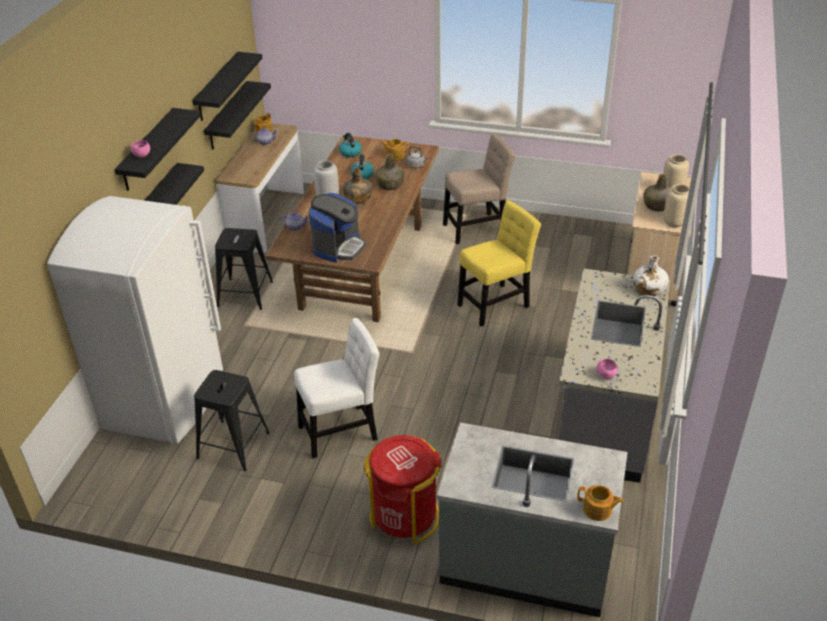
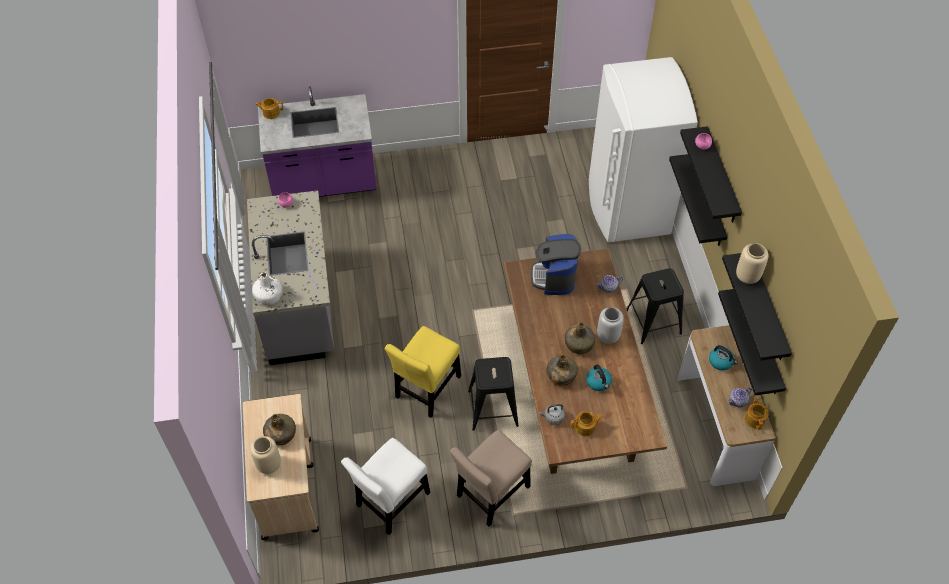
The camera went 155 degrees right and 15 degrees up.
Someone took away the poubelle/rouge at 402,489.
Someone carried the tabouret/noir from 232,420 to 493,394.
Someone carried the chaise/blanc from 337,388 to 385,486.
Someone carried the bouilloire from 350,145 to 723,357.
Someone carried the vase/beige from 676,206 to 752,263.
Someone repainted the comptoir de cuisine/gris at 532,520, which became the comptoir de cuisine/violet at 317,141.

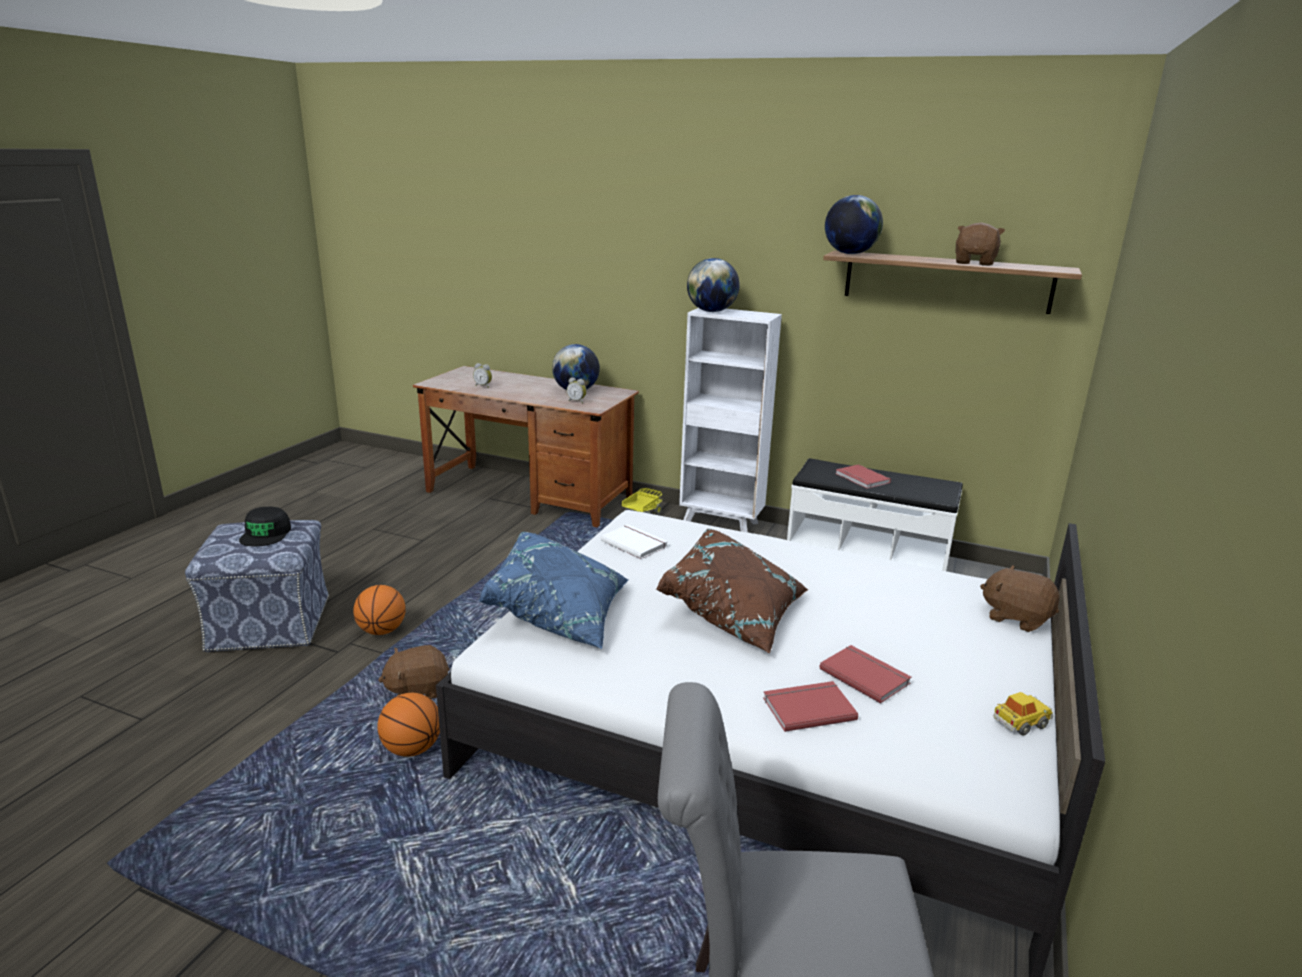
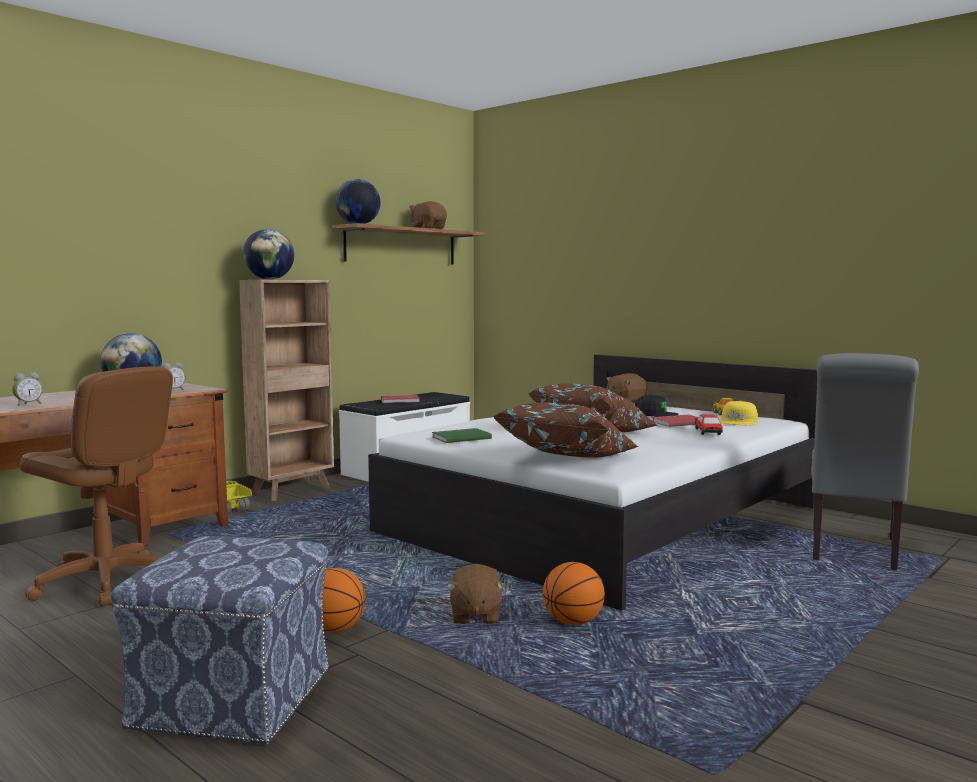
The camera went 70 degrees left and 15 degrees down.
Someone put down the chaise de bureau/marron at 96,486.
Someone put down the casquette/jaune at 739,413.
Someone carried the casquette/noir from 265,526 to 657,406.
Someone swapped the livre/rouge at 810,706 for the petite voiture at 709,424.
Someone repainted the coussin/bleu at 553,590, which became the coussin/marron at 566,430.
Someone repainted the livre/blanc at 634,542, which became the livre/vert at 462,435.
Someone repainted the bibliothèque/blanc at 730,420, which became the bibliothèque/marron at 286,390.

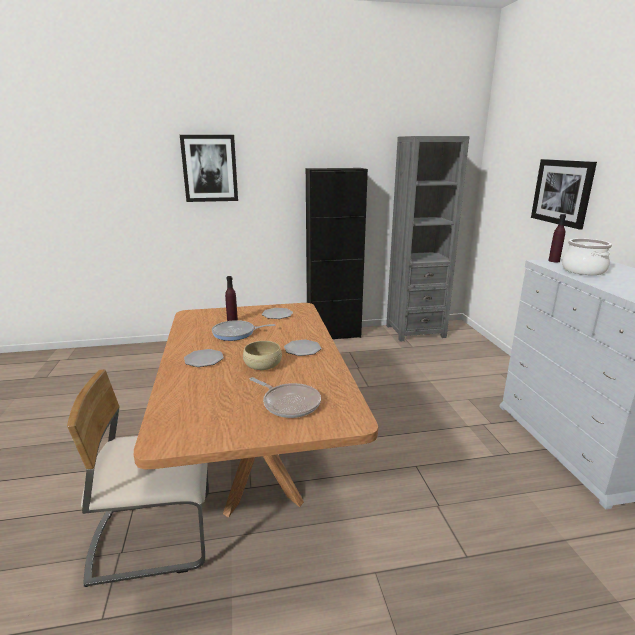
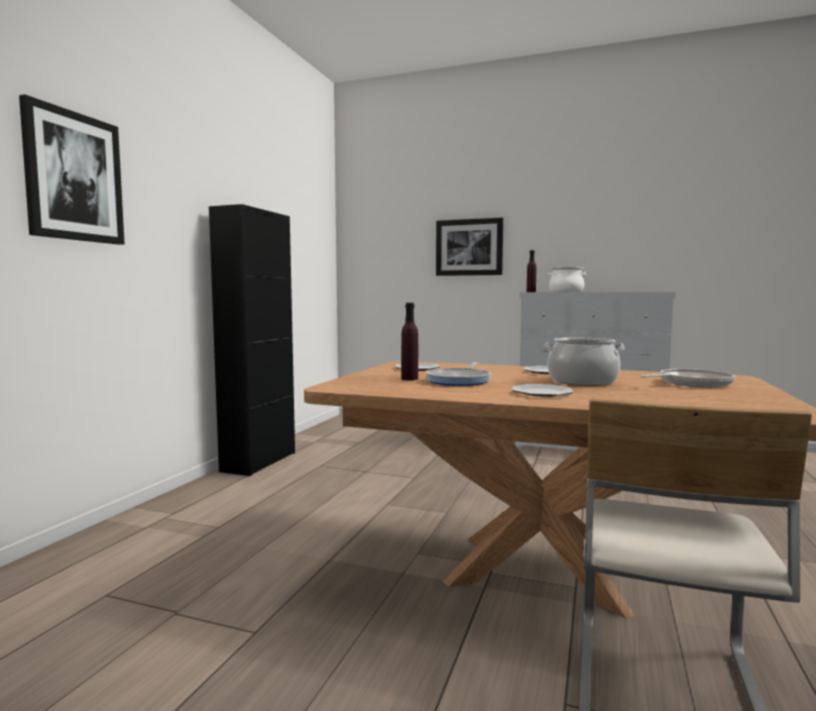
The camera went 60 degrees left and 15 degrees down.
Someone took away the bibliothèque/gris at 428,238.
Someone swapped the bol/beige at 262,355 for the marmite at 584,362.

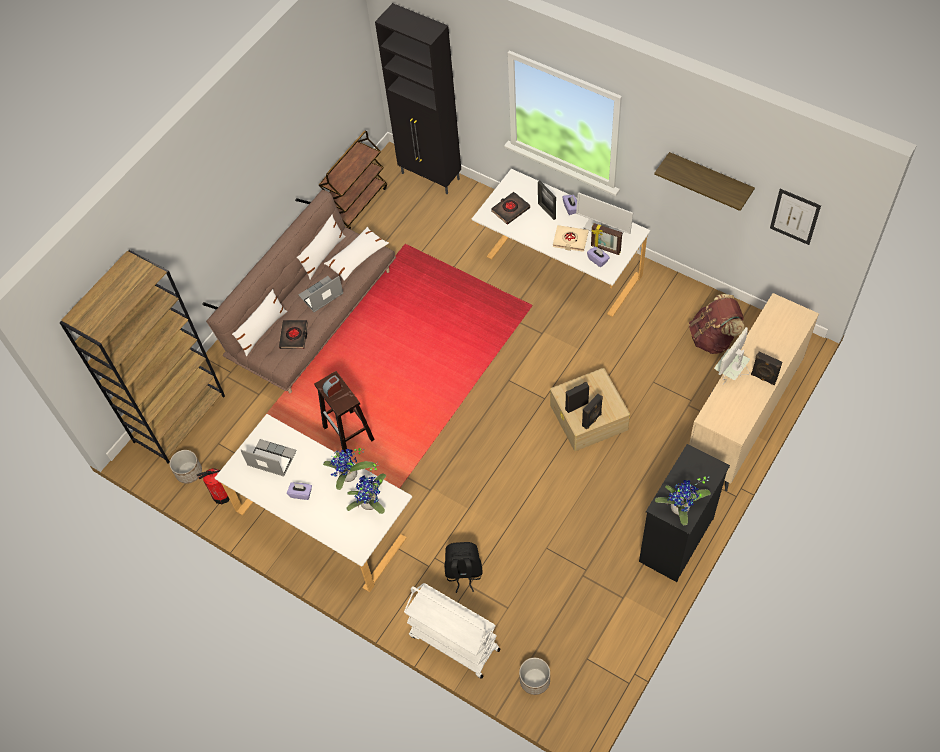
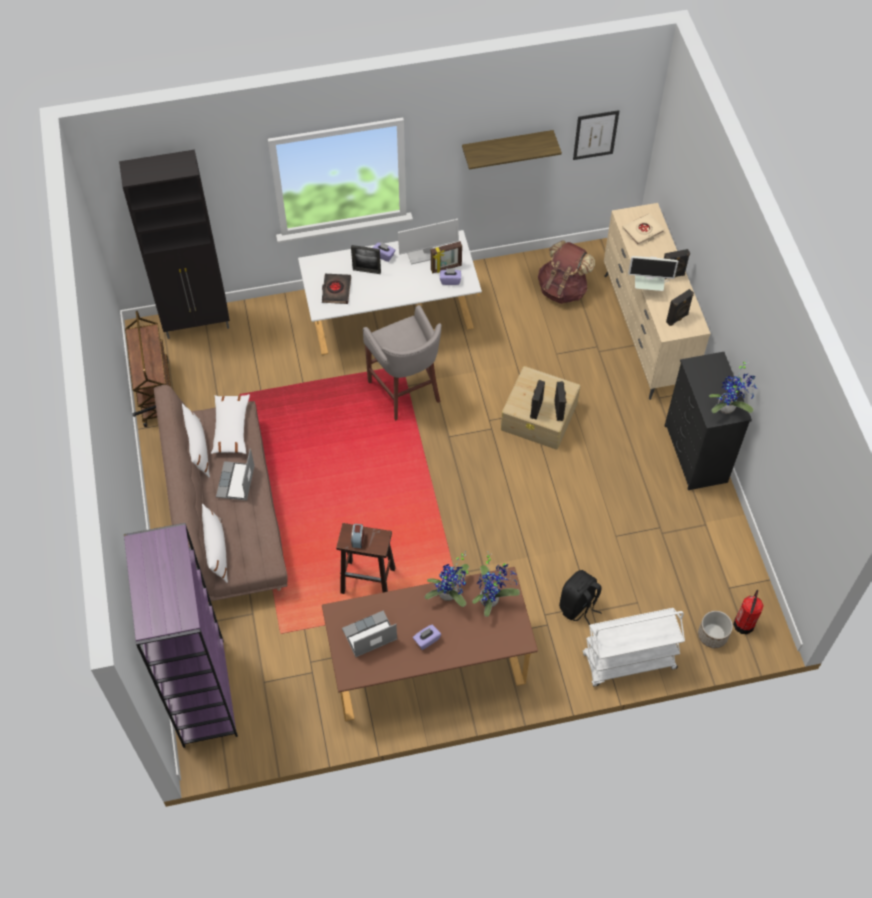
The camera went 50 degrees left and 0 degrees up.
Someone took away the cache-pot at 186,467.
Someone took away the livre/noir at 293,334.
Someone put down the tabouret/gris at 402,363.
Someone put down the enceinte/noir at 680,307.
Someone carried the extincteur from 213,486 to 748,612.
Someone carried the livre/beige from 571,238 to 643,229.
Someone repainted the bibliothèque/marron at 142,356, which became the bibliothèque/violet at 181,635.
Someone repainted the bureau/blanc at 313,503, which became the bureau/marron at 430,644.
Someone rotated the écran d'ordinateur at 732,355 by 75 degrees counterclockwise.

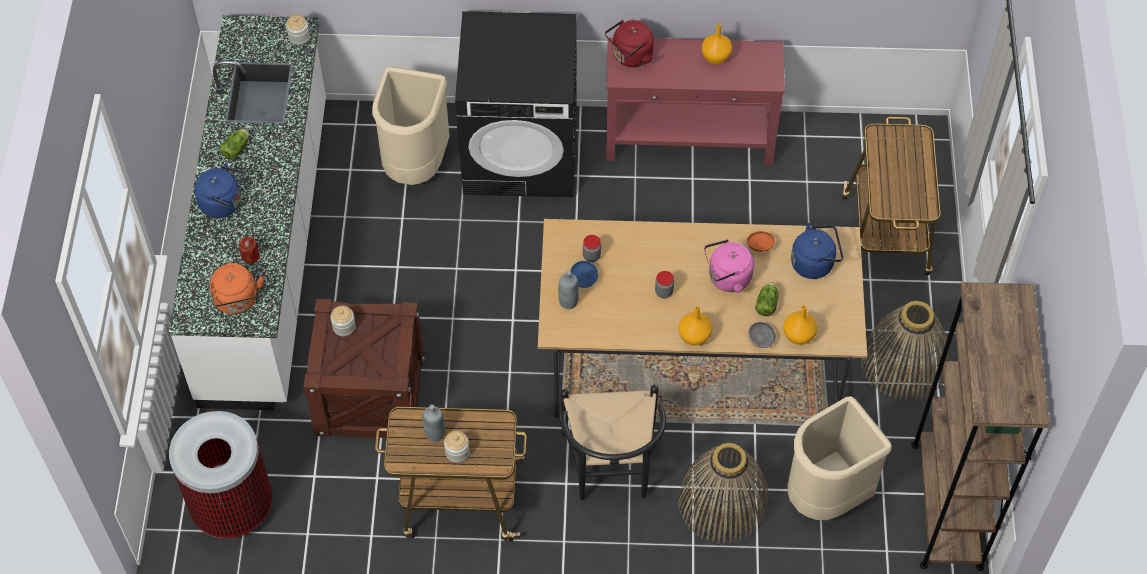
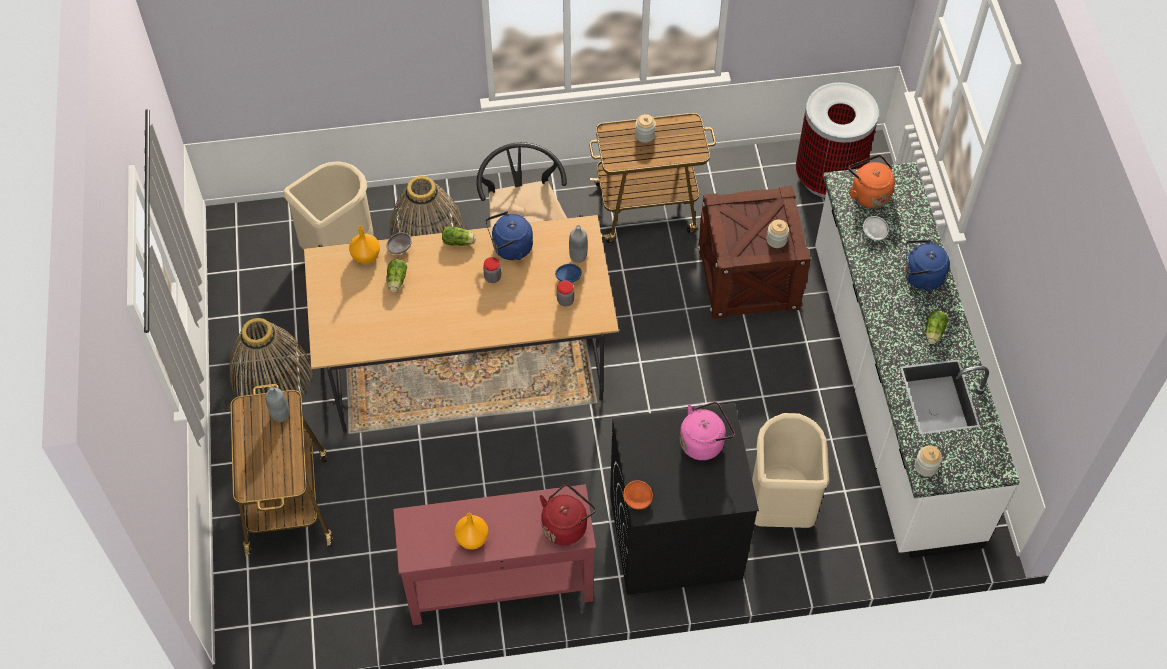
The camera went 170 degrees right and 0 degrees up.
Someone took away the bibliothèque/marron at 980,426.
Someone carried the bouteille/gris from 434,423 to 277,404.
Someone carried the bouilloire/rose from 729,266 to 707,431.
Someone carried the bol/orange from 761,241 to 638,494.
Someone carried the bouilloire/bleu from 817,251 to 509,235.
Someone swapped the bougie/rouge at 249,250 for the bol/blanc at 876,228.
Someone swapped the vase/orange at 695,326 for the laitue at 459,236.

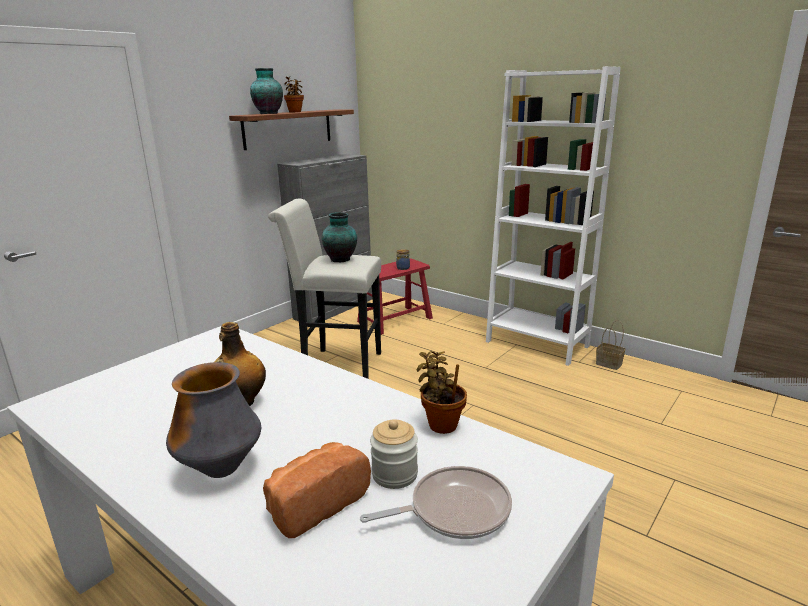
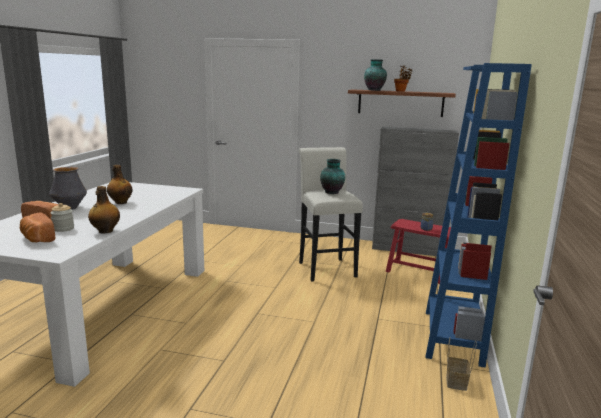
The camera went 65 degrees right and 5 degrees down.
Someone swapped the poêle at 436,502 for the pain at 37,227.
Someone swapped the plante en pot at 442,392 for the bouteille at 104,210.
Someone repainted the bibliothèque/blanc at 553,216, which became the bibliothèque/bleu at 478,215.

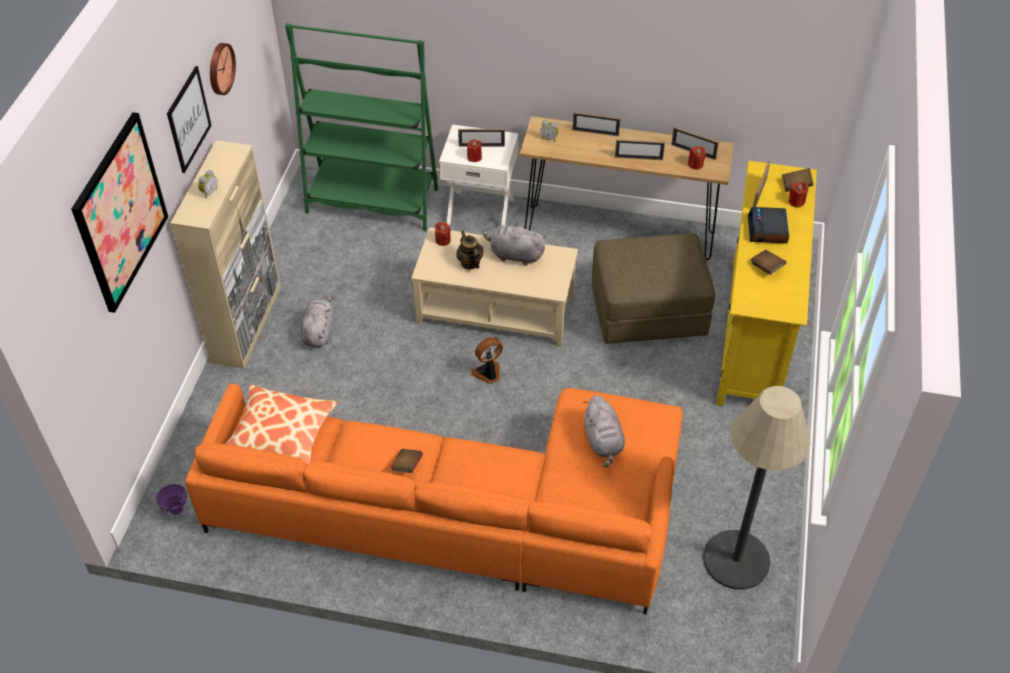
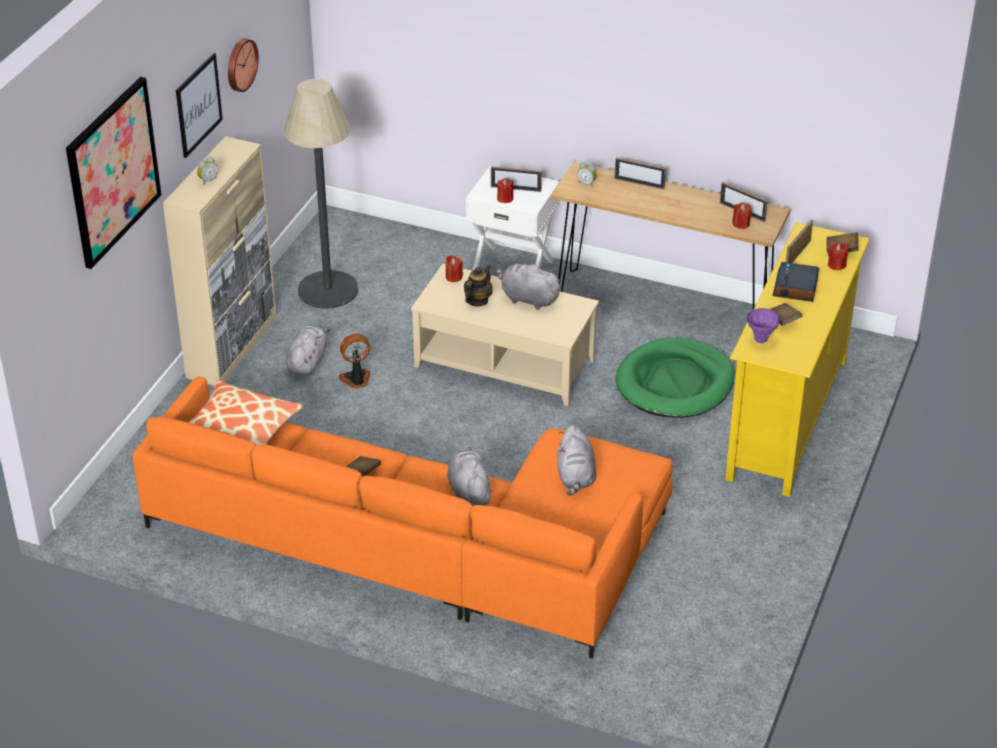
The camera went 10 degrees right and 10 degrees down.
Someone took away the bibliothèque/vert at 361,127.
Someone took away the cadre photo at 640,149.
Someone put down the peluche/gris at 469,476.
Someone carried the vase/violet from 172,499 to 763,325.
Someone carried the ventilateur from 487,360 to 354,361.
Someone carried the lampadaire from 756,488 to 321,194.
Someone swapped the pouf/marron at 653,288 for the panier pour chien/vert at 675,378.
Someone rotated the théière at 470,250 by 45 degrees clockwise.

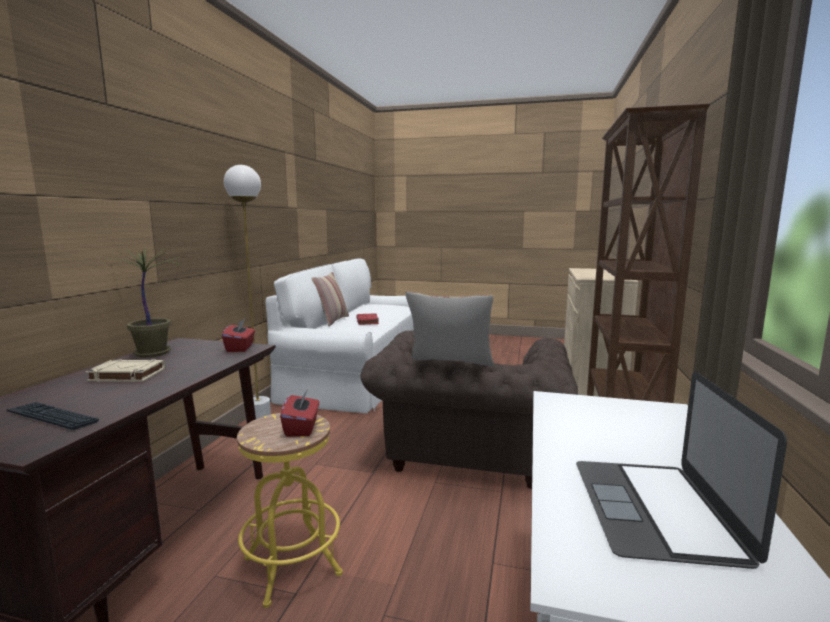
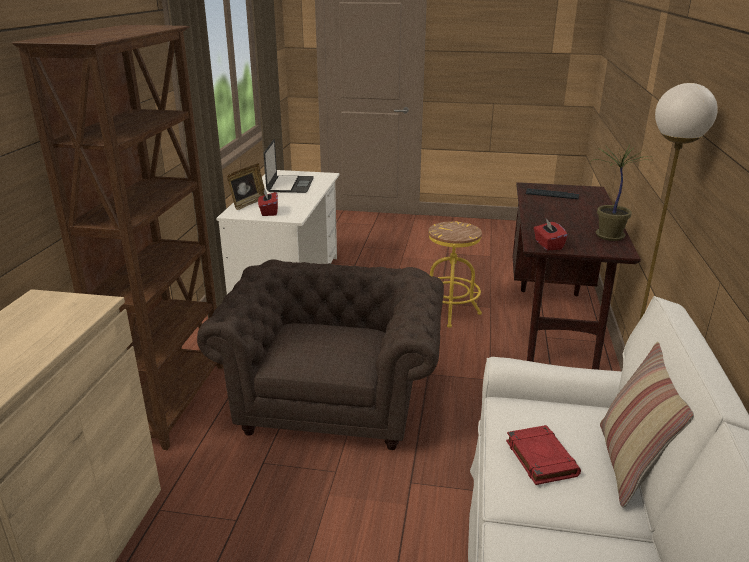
The camera went 175 degrees right and 15 degrees up.
Someone took away the livre/beige at 125,370.
Someone took away the coussin at 450,329.
Someone put down the cadre photo at 246,186.
Someone carried the boîte à mouchoirs/rouge from 299,413 to 268,202.

